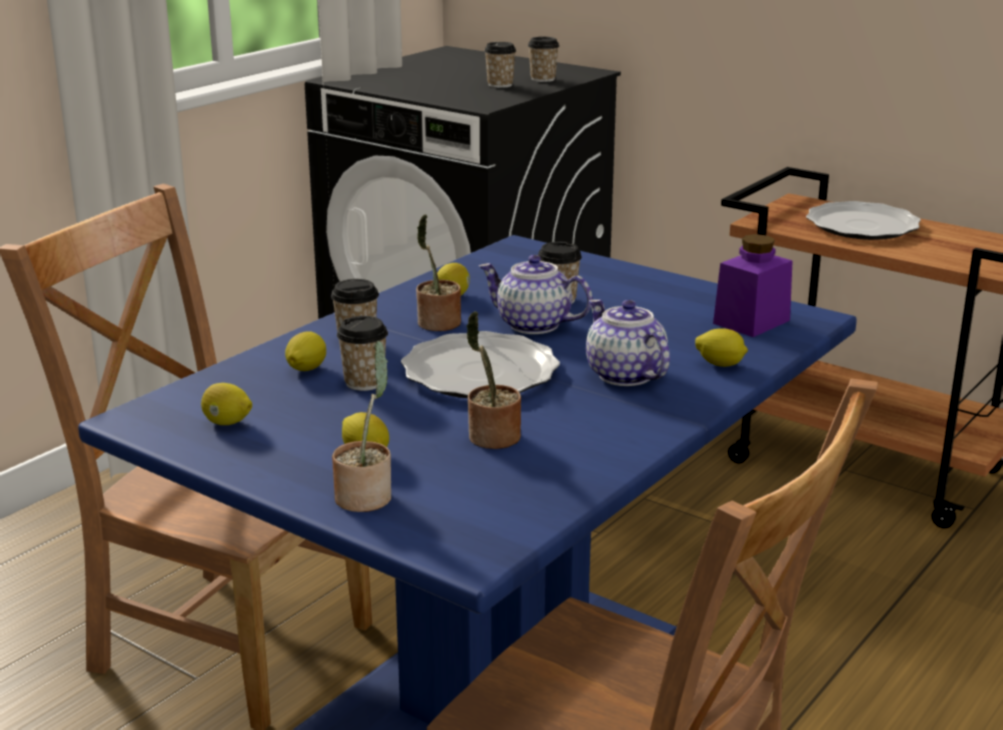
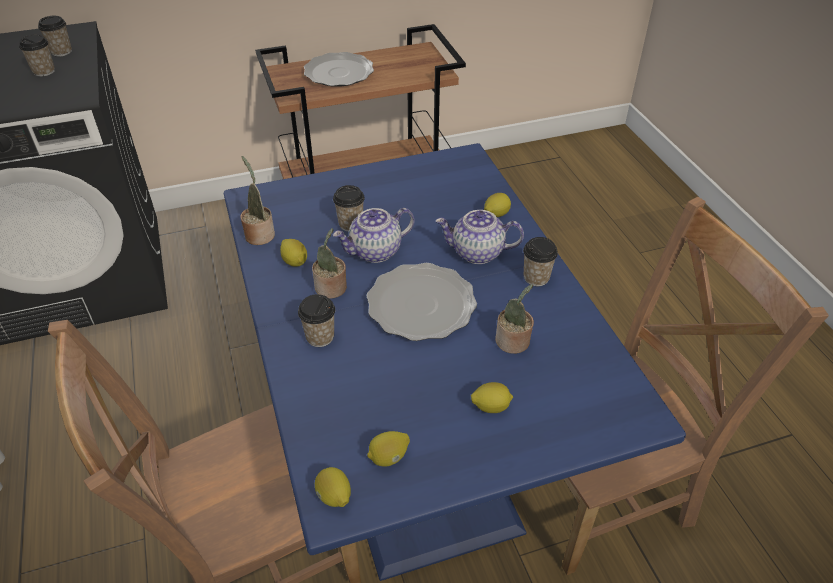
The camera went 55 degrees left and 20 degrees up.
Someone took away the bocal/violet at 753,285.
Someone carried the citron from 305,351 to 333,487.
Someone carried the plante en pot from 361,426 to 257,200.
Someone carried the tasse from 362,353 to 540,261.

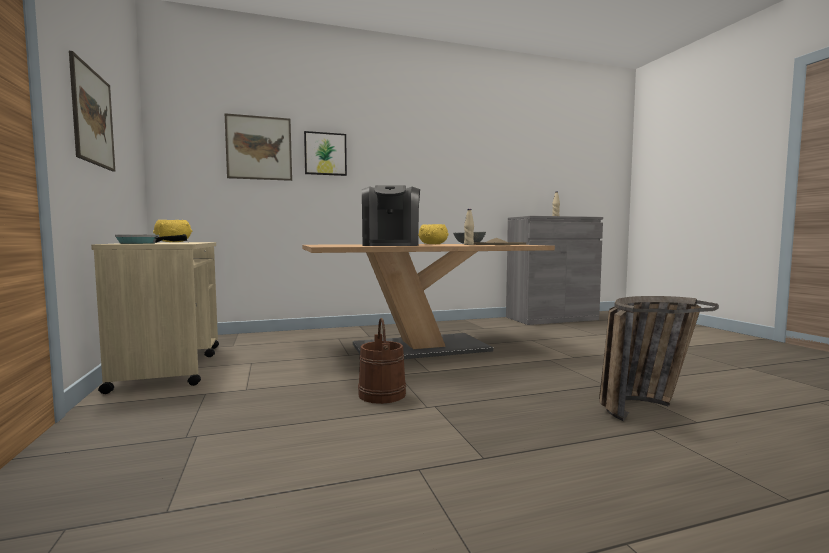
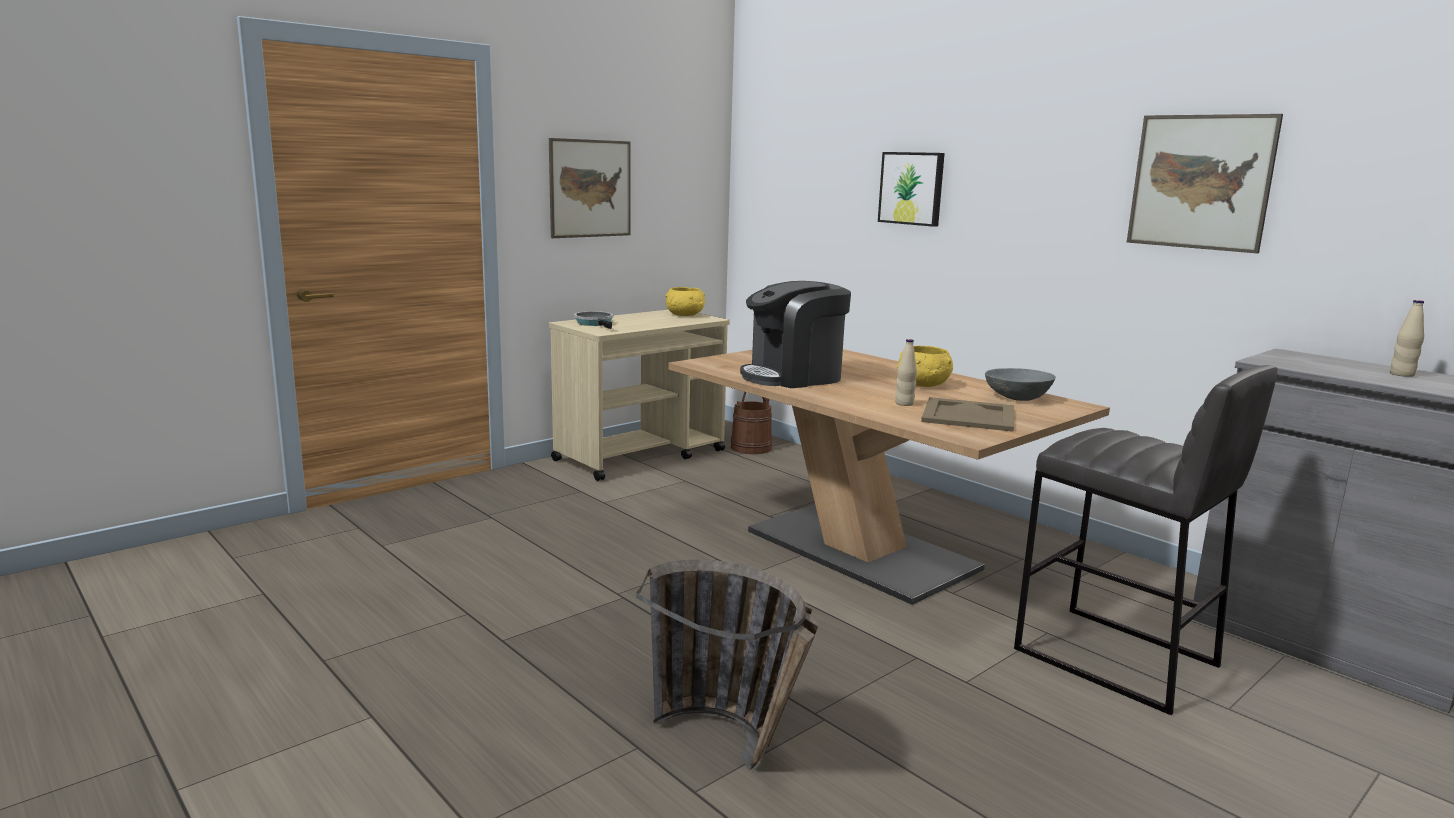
The camera went 65 degrees right and 10 degrees up.
Someone put down the tabouret/gris at 1145,540.
Someone carried the tableau from 258,147 to 1205,184.
Someone carried the seau/marron from 382,361 to 751,423.

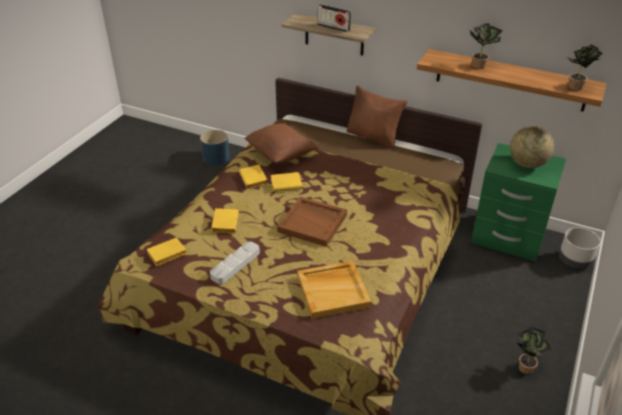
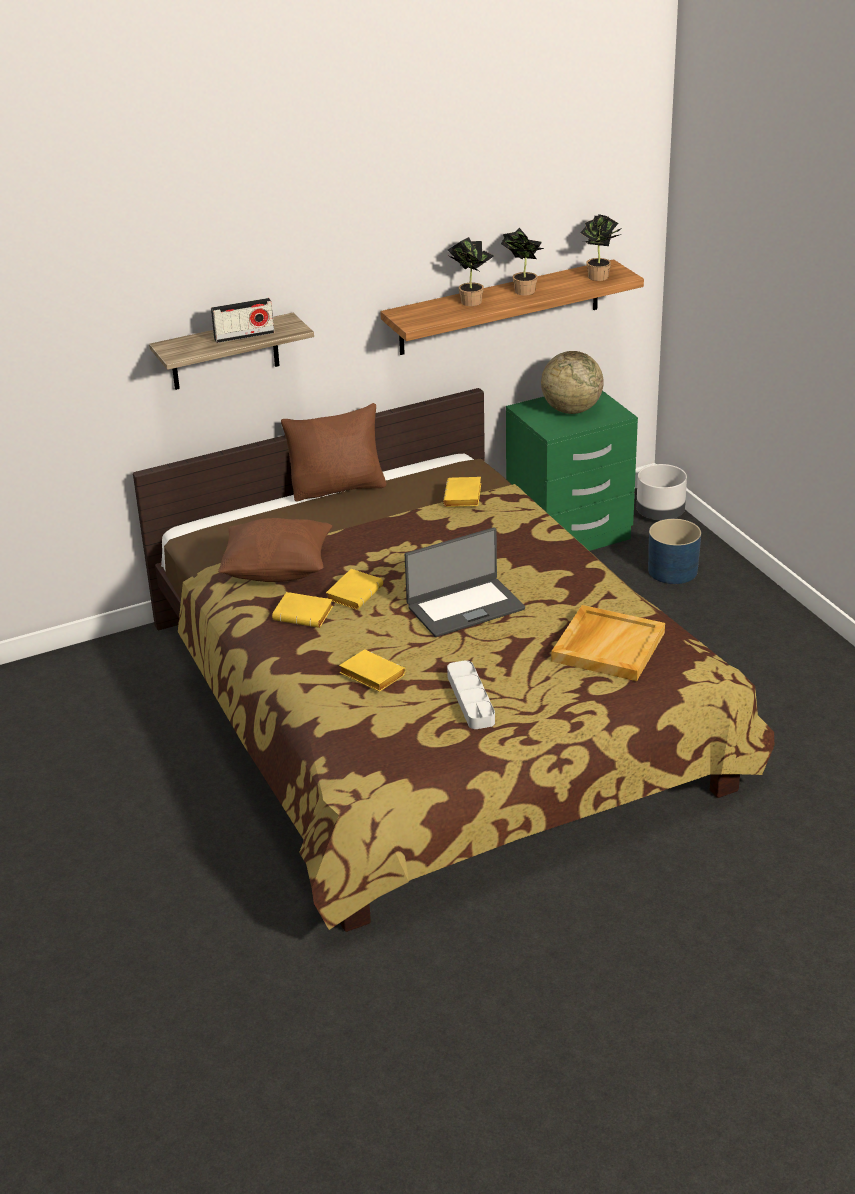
The camera went 50 degrees left and 5 degrees down.
Someone carried the livre/jaune from 166,252 to 462,492.
Someone carried the cache-pot/bleu from 214,147 to 674,551.
Someone carried the plante en pot from 534,350 to 522,261.
Someone swapped the plateau/marron at 312,222 for the ordinateur portable at 465,582.

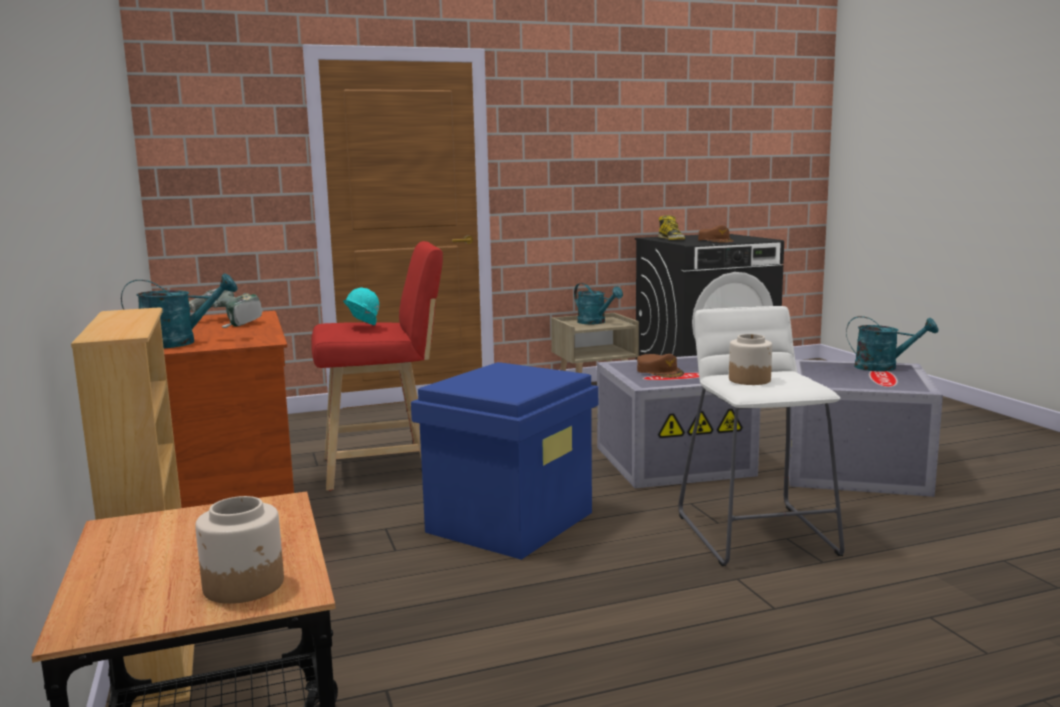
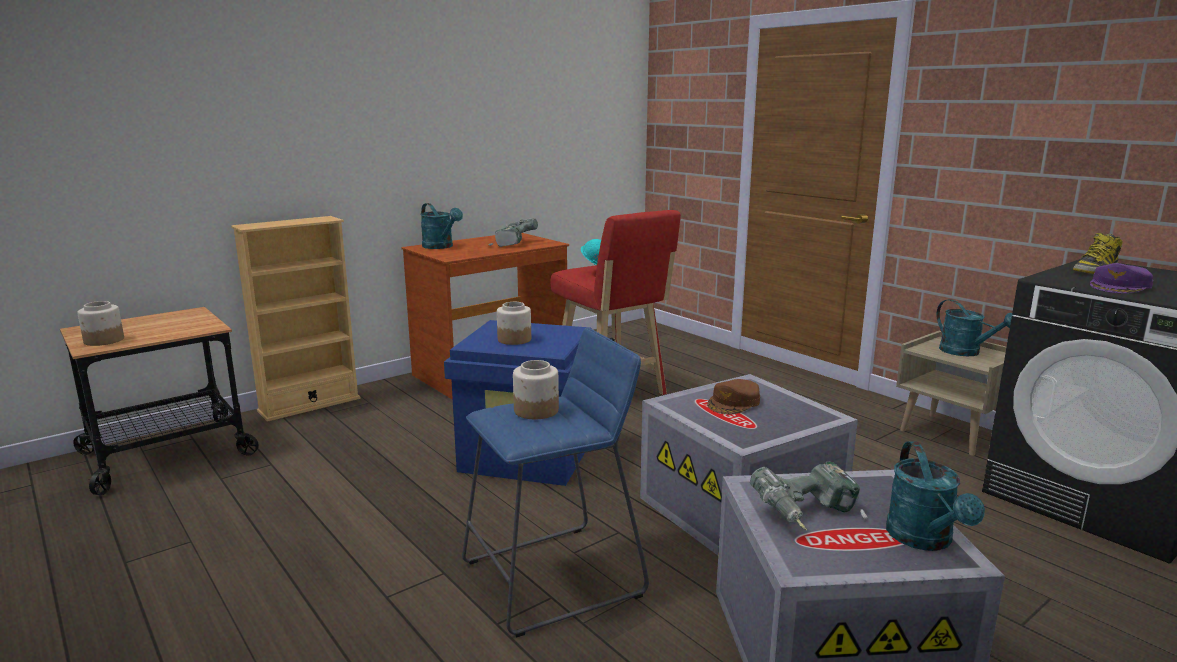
The camera went 70 degrees right and 5 degrees up.
Someone put down the bocal at 514,323.
Someone put down the perceuse at 809,496.
Someone repainted the tabouret/blanc at 761,436, which became the tabouret/bleu at 555,482.
Someone repainted the casquette/marron at 716,234, which became the casquette/violet at 1121,278.
Someone rotated the arrosoir/turquoise at 598,303 by 60 degrees counterclockwise.

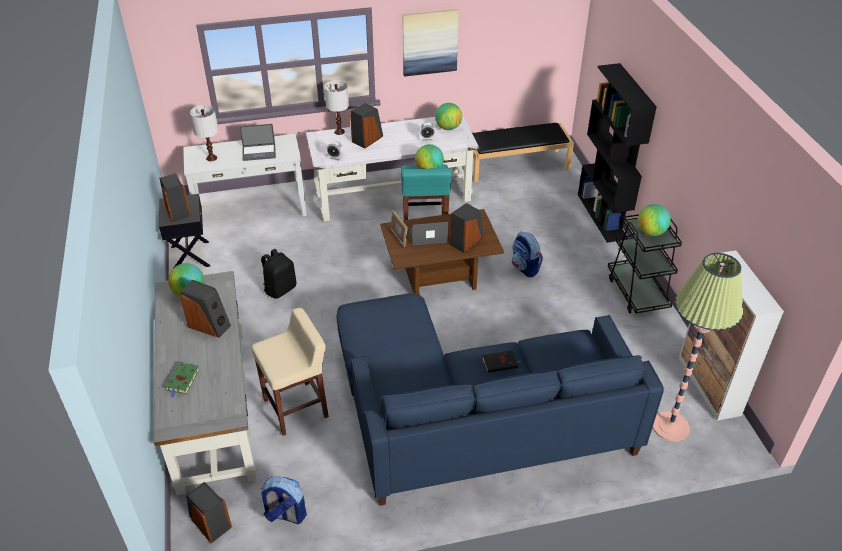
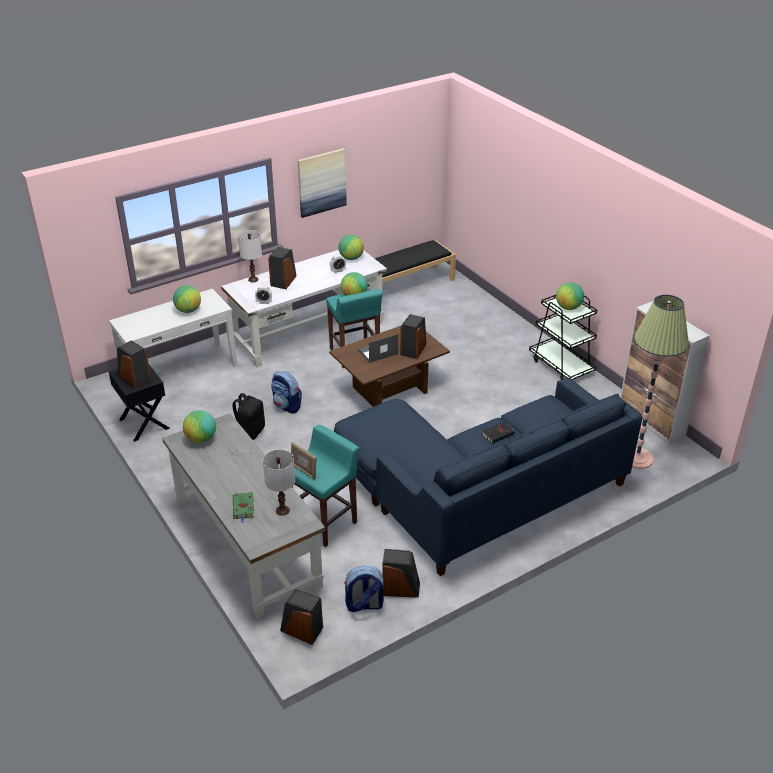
The camera went 20 degrees left and 5 degrees down.
Someone took away the bibliothèque/noir at 617,153.
Someone carried the enceinte from 205,309 to 401,573.
Someone carried the lampe de table/blanc from 204,133 to 279,482.
Someone carried the cadre photo from 399,229 to 304,461.
Someone carried the sac à dos from 527,254 to 286,392.
Someone swapped the ordinateur portable at 257,142 for the globe at 187,299.
Someone repainted the tabouret/beige at 290,372, which became the tabouret/turquoise at 326,486.

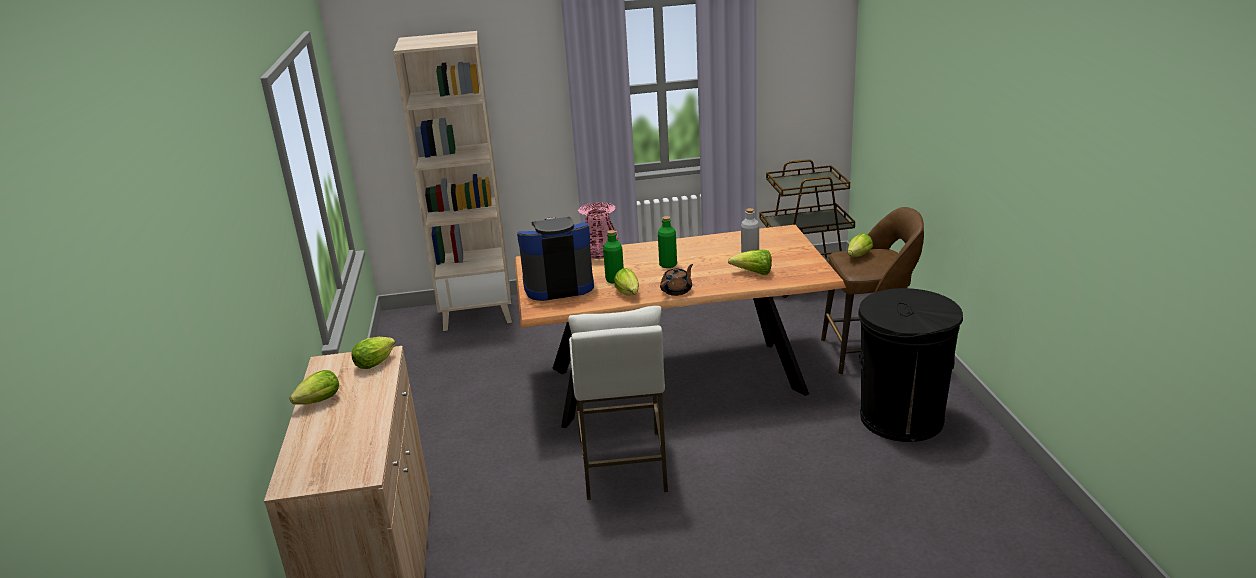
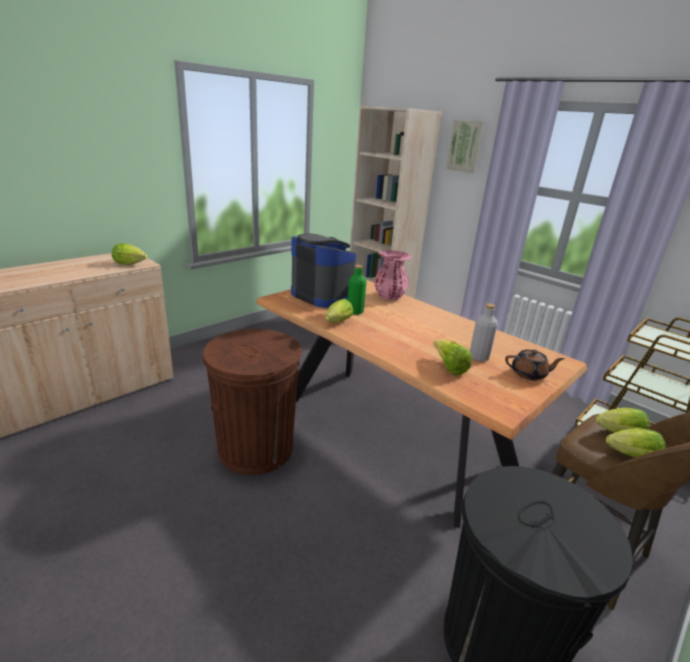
The camera went 50 degrees right and 0 degrees up.
Someone took away the bouteille/vert at 667,242.
Someone put up the tableau at 465,146.
Someone carried the laitue from 314,387 to 635,442.
Someone carried the théière/marron from 676,280 to 534,365.
Someone swapped the tabouret/blanc at 618,403 for the poubelle/marron at 252,402.

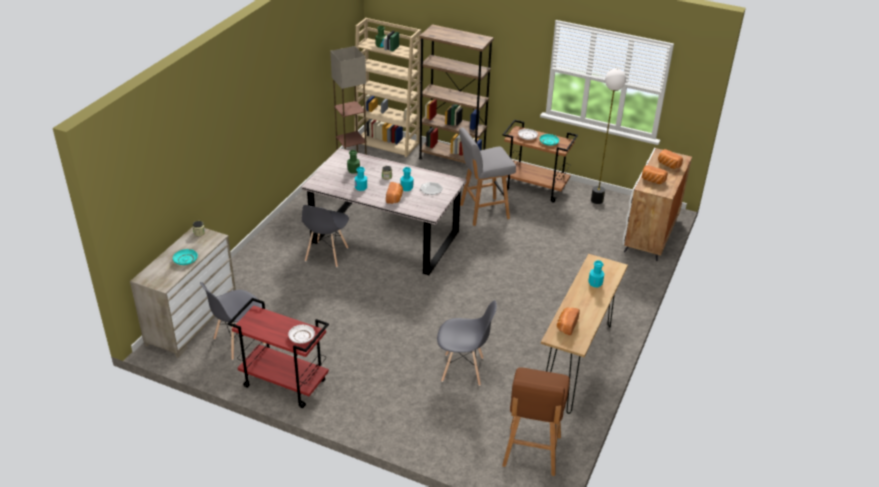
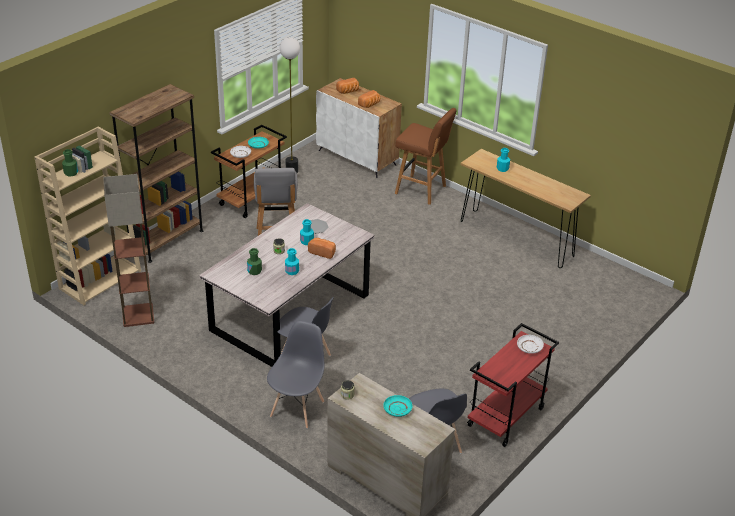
The camera went 75 degrees left and 0 degrees up.
Someone took away the pain at 568,321.
Someone carried the chaise/gris from 467,343 to 295,375.
Someone carried the tabouret/marron from 536,422 to 426,156.

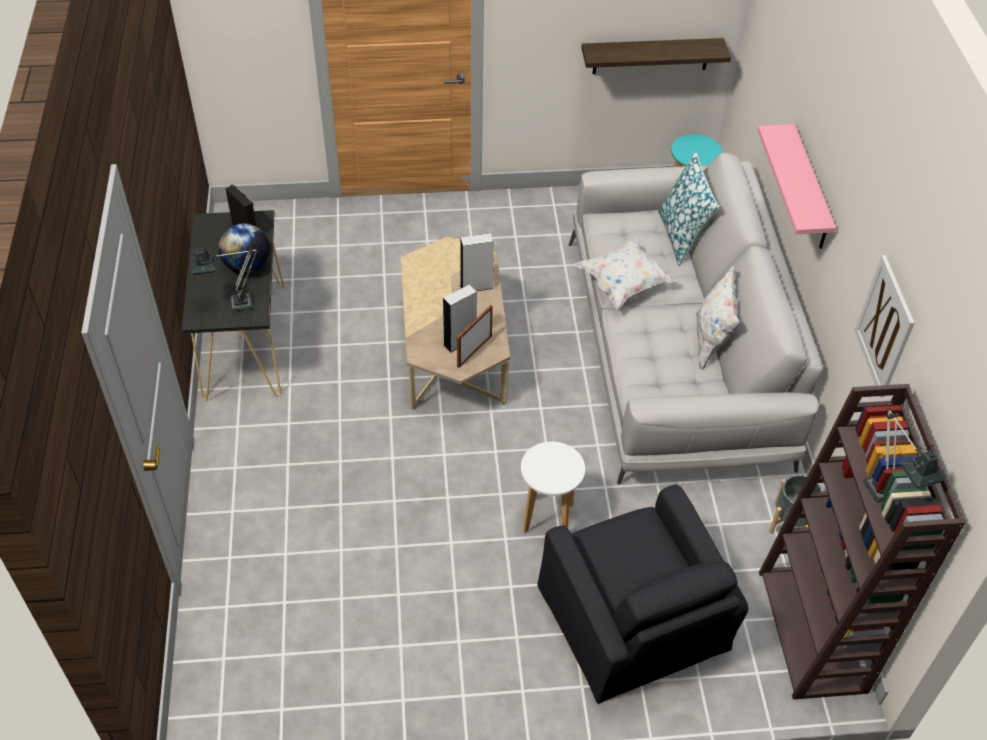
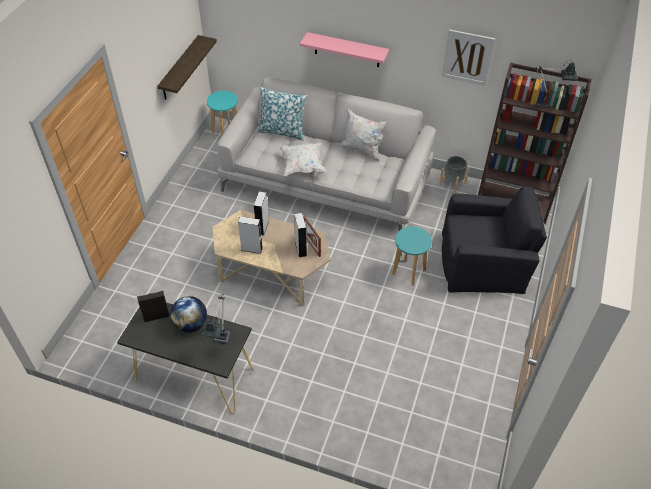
The camera went 65 degrees left and 0 degrees up.
Someone put down the enceinte/gris at 250,235.
Someone repainted the tabouret/blanc at 553,487, which became the tabouret/turquoise at 412,256.

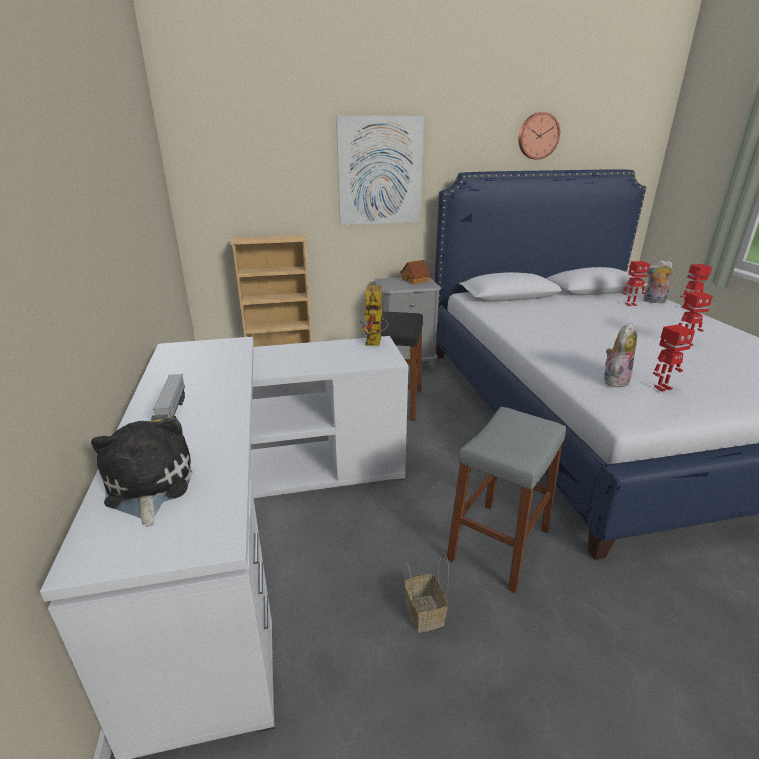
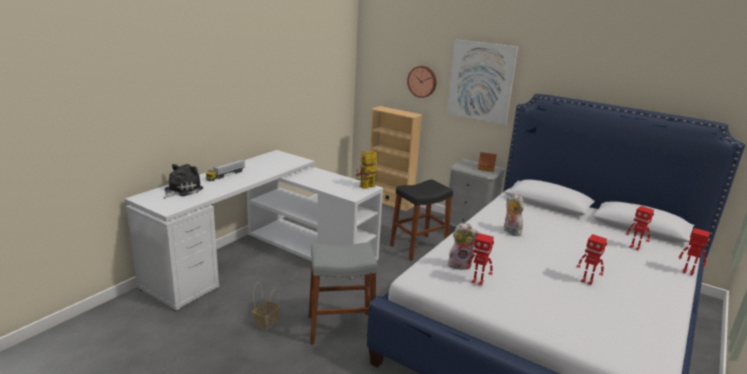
The camera went 45 degrees right and 5 degrees down.
Someone carried the horloge murale from 539,136 to 421,82.
Someone carried the peluche from 658,281 to 514,215.

